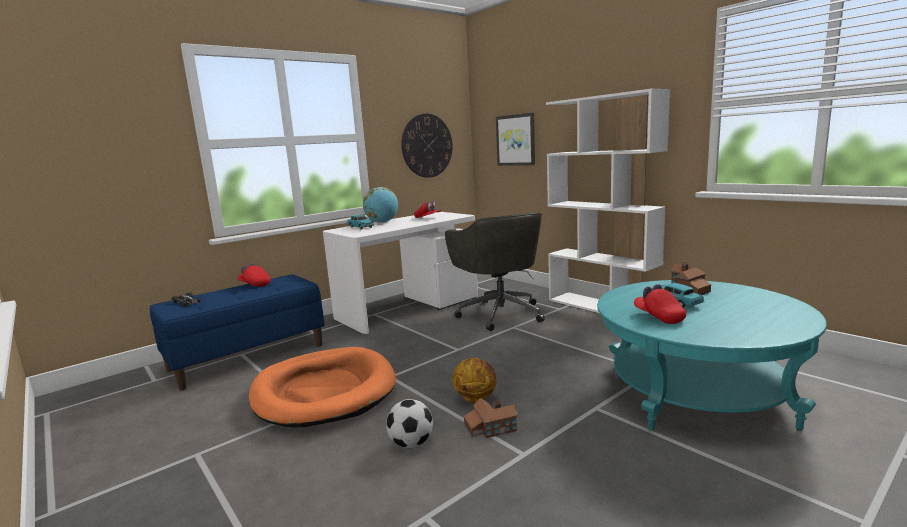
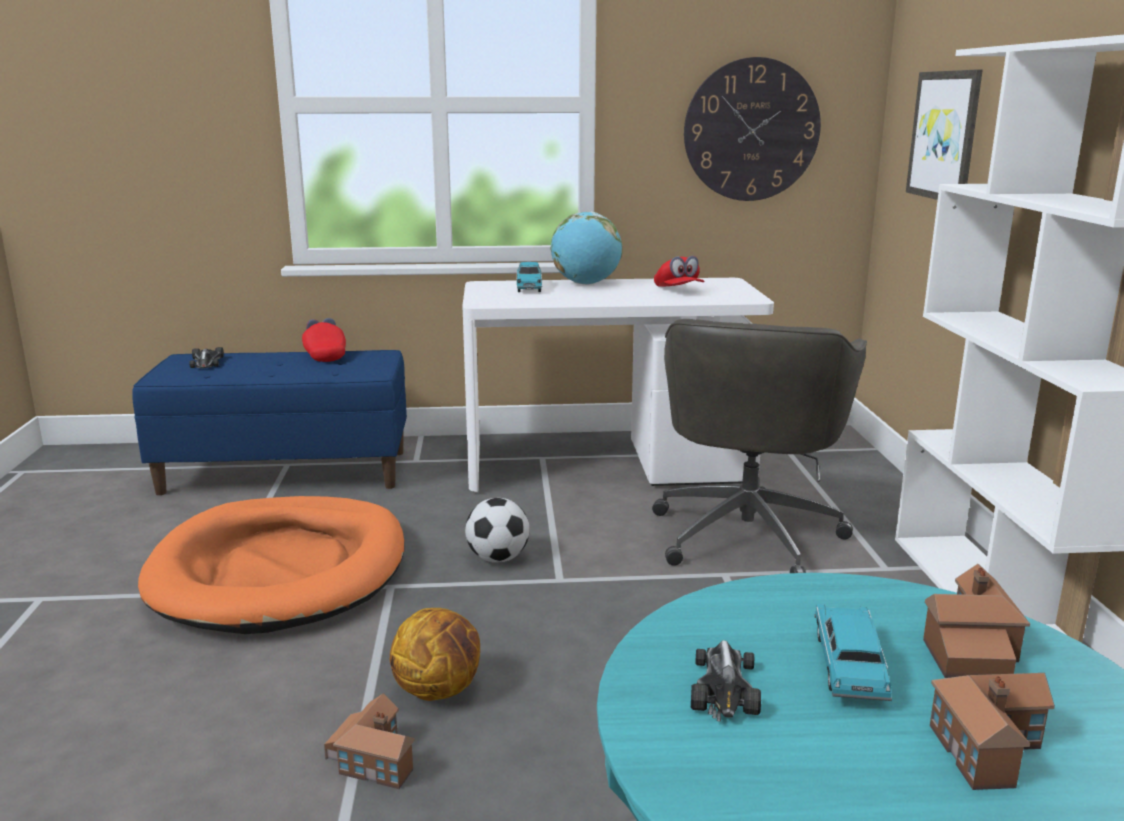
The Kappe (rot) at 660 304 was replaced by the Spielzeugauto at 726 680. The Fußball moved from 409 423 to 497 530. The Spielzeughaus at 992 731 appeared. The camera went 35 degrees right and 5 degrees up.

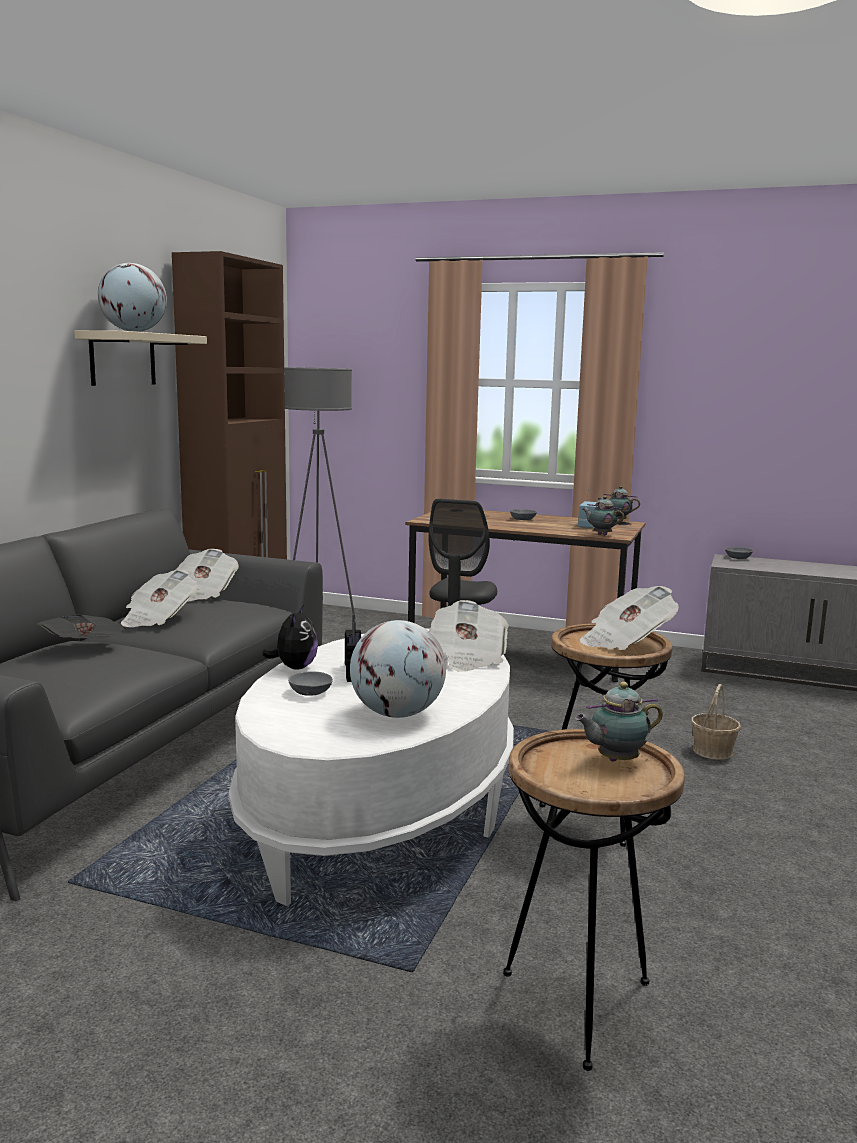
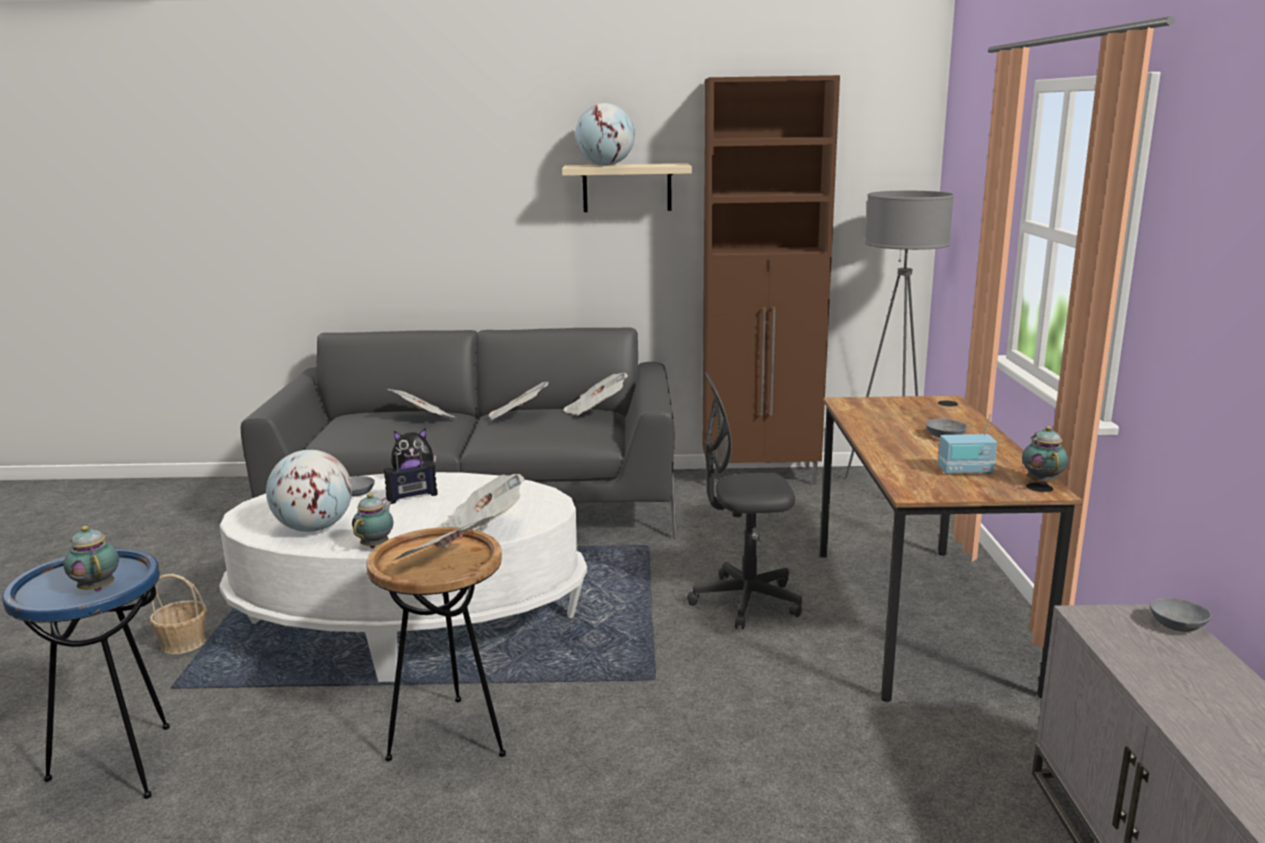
The Teekanne moved from 603 515 to 372 520. The Korb moved from 716 722 to 178 614. The Beistelltisch (braun) at 594 900 became the Beistelltisch (blau) at 86 674. The camera went 70 degrees right and 5 degrees up.

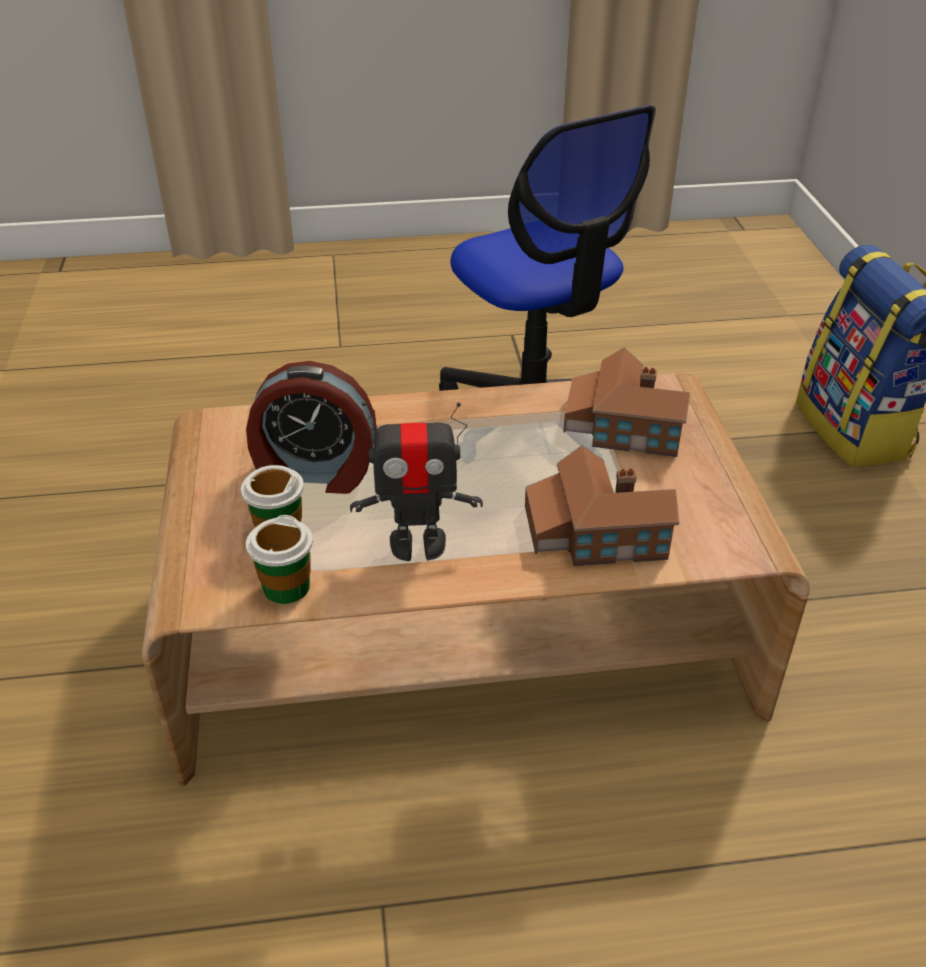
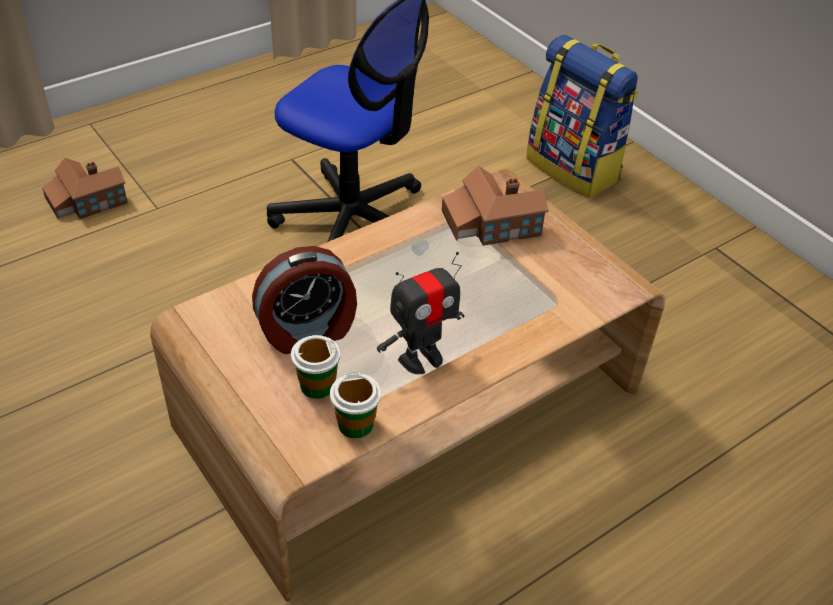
The Spielzeughaus moved from 602 505 to 85 188. The camera went 30 degrees left and 5 degrees up.

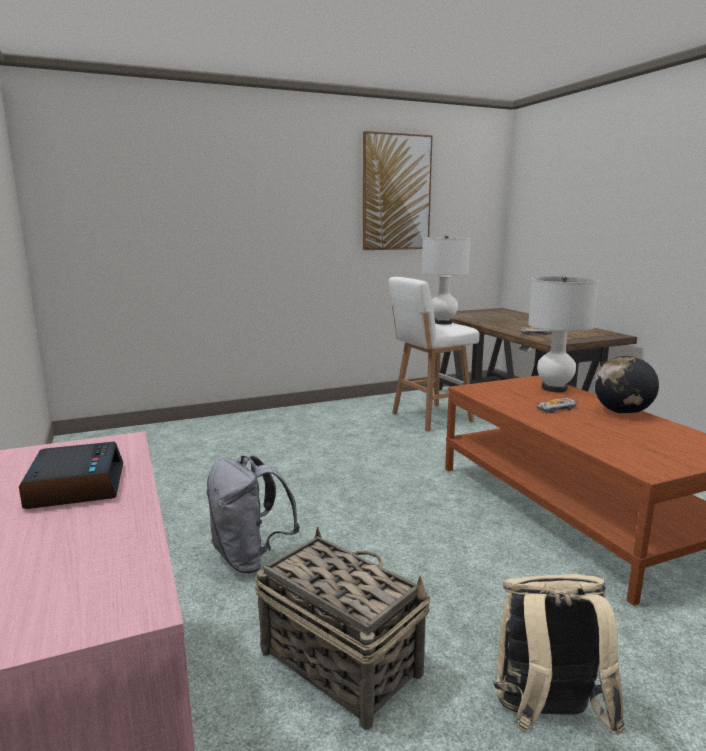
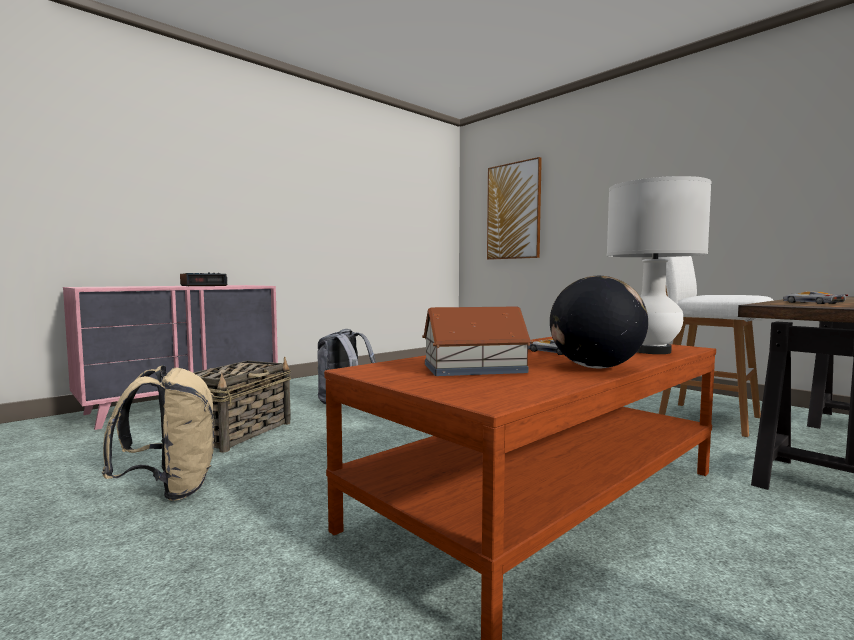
The Bild moved from 398 190 to 514 208. The Tischlampe (weiß) at 446 279 disappeared. The Spielzeughaus at 477 341 appeared. The camera went 70 degrees right and 10 degrees down.

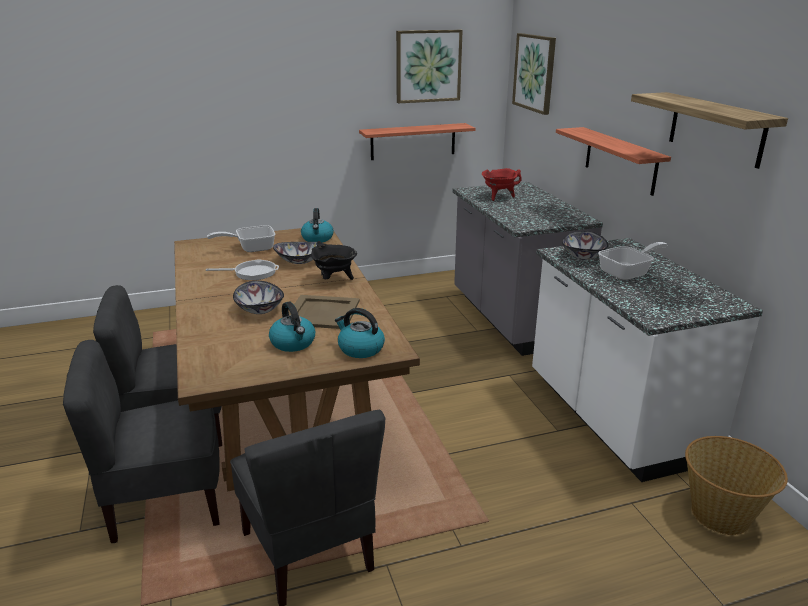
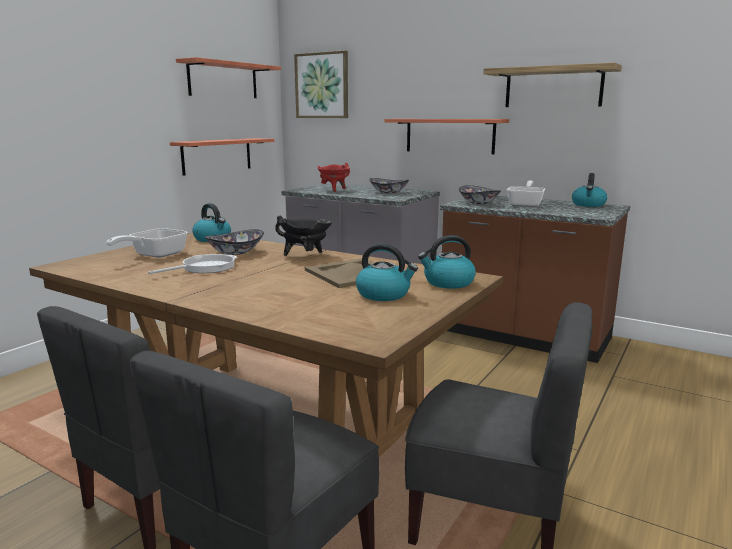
The Bild at 429 66 was replaced by the Wandregal at 228 77. The Küchenzeile (weiß) at 647 360 became the Küchenzeile (braun) at 535 279. The Schüssel moved from 258 297 to 389 185. The Korb at 736 485 disappeared. The Wasserkessel at 589 190 appeared. The camera went 40 degrees left and 10 degrees down.

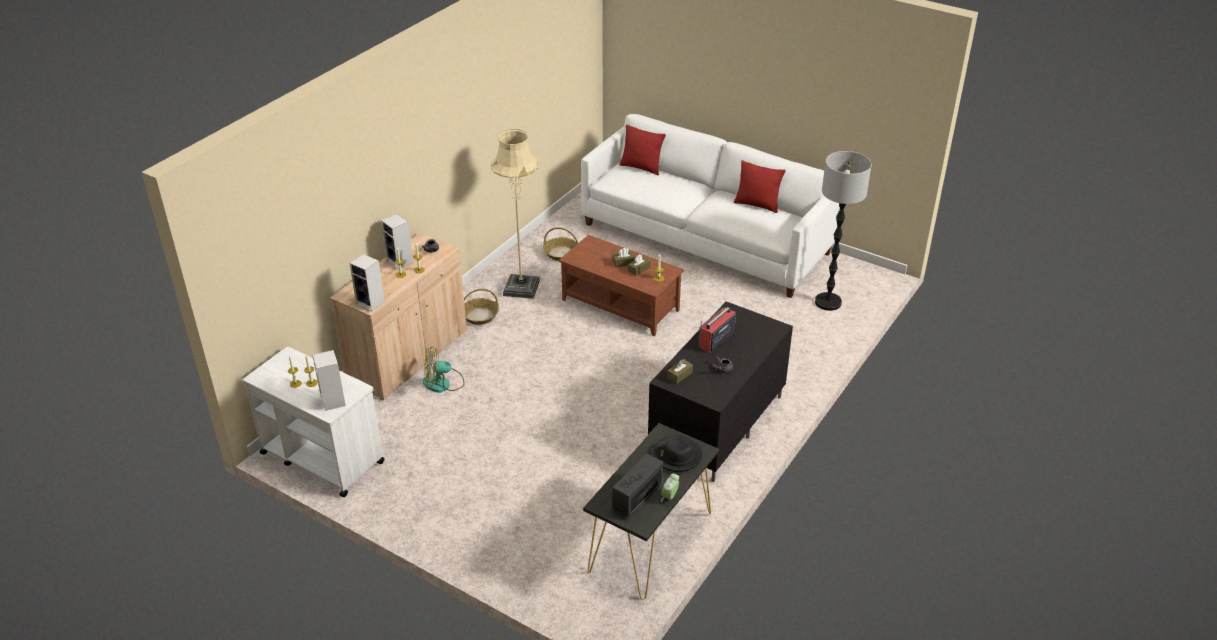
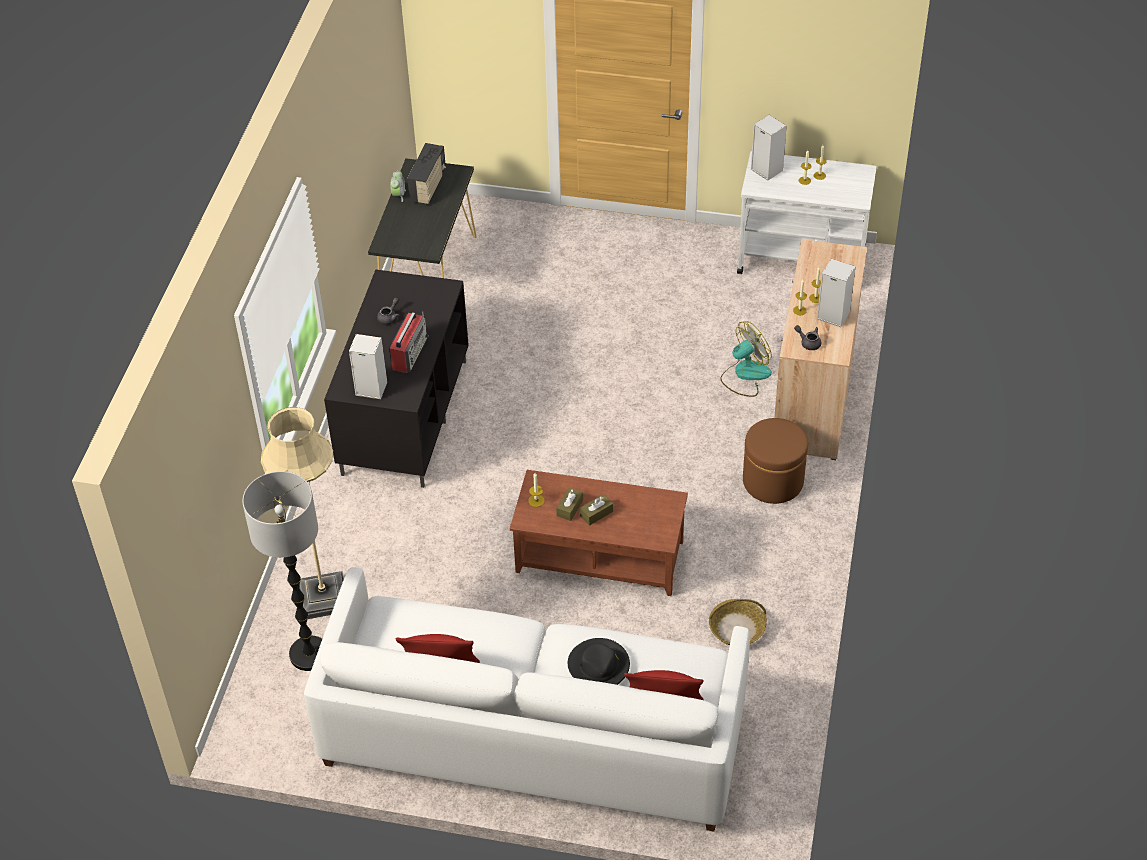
The Stehlampe (beige) moved from 515 214 to 302 513. The Lautsprecher moved from 367 283 to 368 366. The Korb at 481 307 was replaced by the Polsterhocker (braun) at 775 461. The Taschentuchbox (braun) at 680 371 disappeared. The Hut (schwarz) moved from 678 453 to 599 661. The camera went 160 degrees right and 10 degrees up.

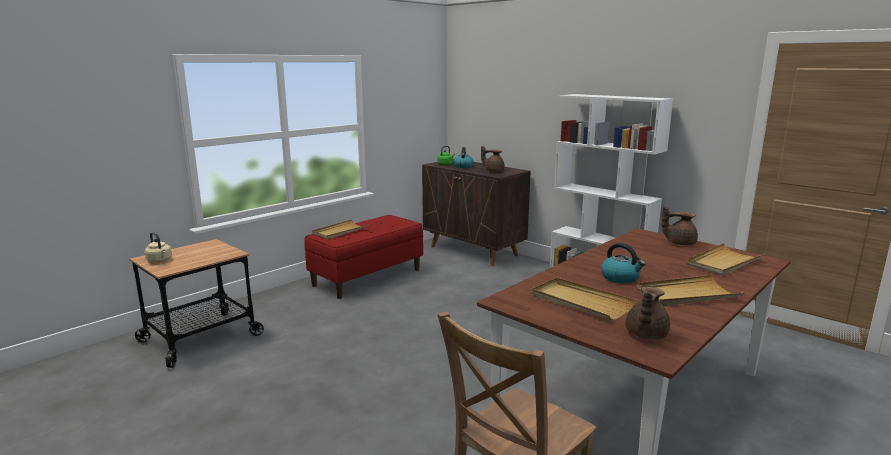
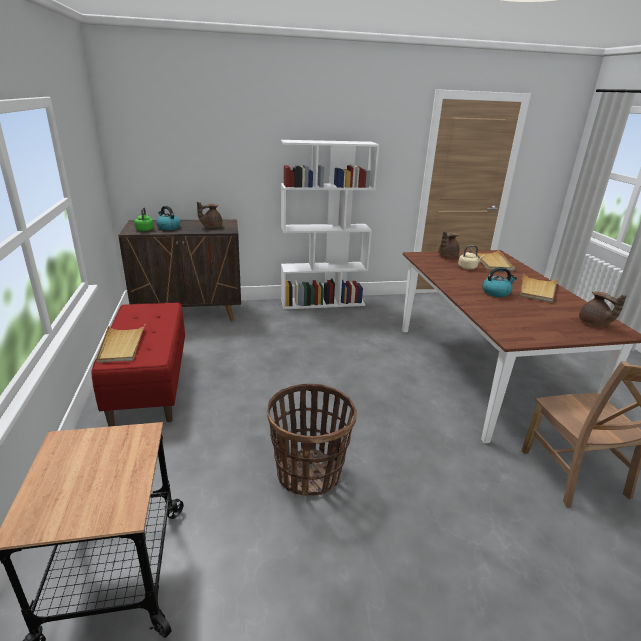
The Wasserkessel (beige) moved from 158 247 to 471 257. The Tablett (beige) at 584 299 disappeared. The Korb at 312 440 appeared. The camera went 55 degrees left and 10 degrees up.

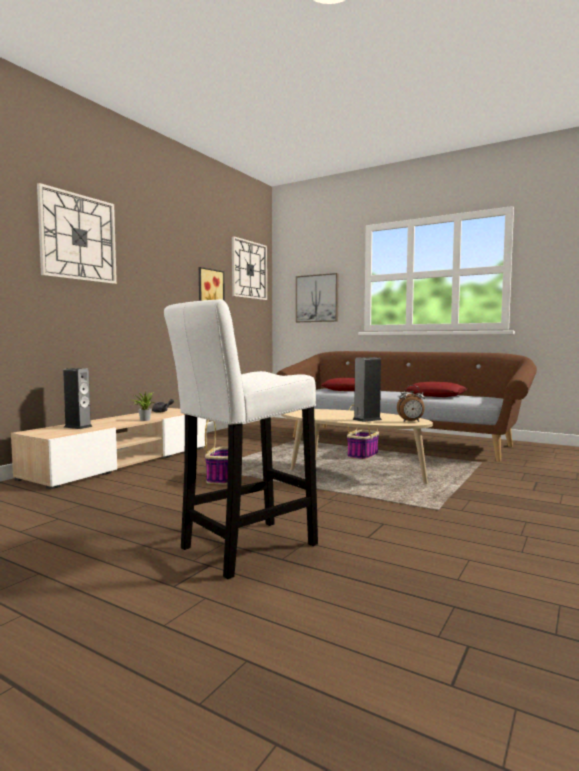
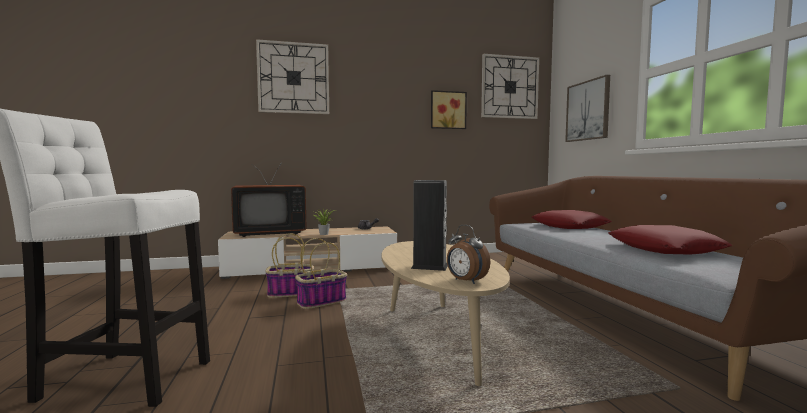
The Lautsprecher at 78 398 was replaced by the Fernseher at 269 199. The Korb moved from 363 432 to 289 265. The camera went 45 degrees right and 0 degrees up.

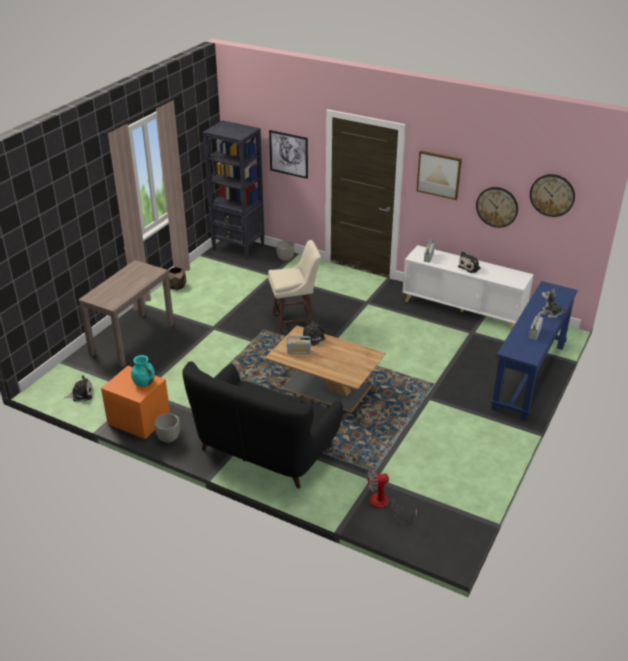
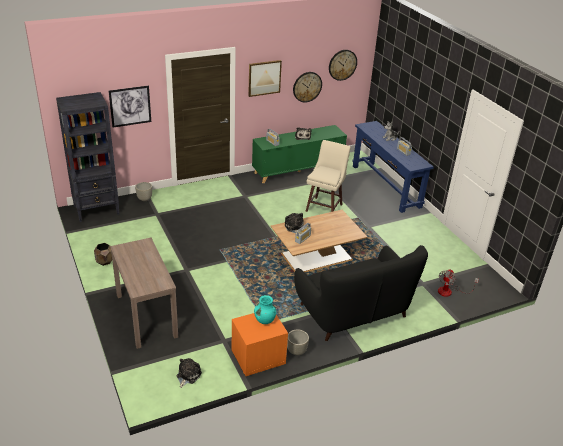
The Hocker (beige) moved from 294 286 to 328 176. The Schrank (weiß) at 468 287 became the Schrank (grün) at 299 154. The camera went 55 degrees left and 0 degrees up.

